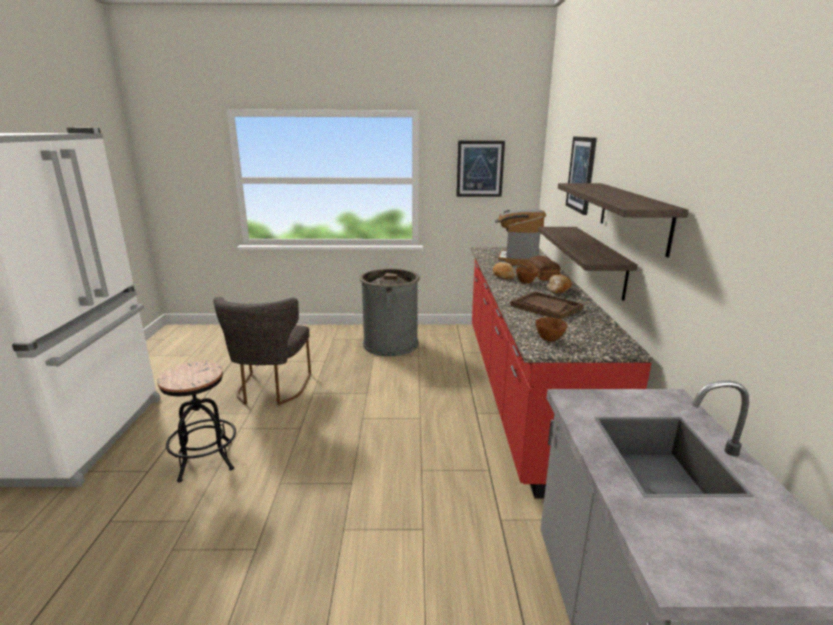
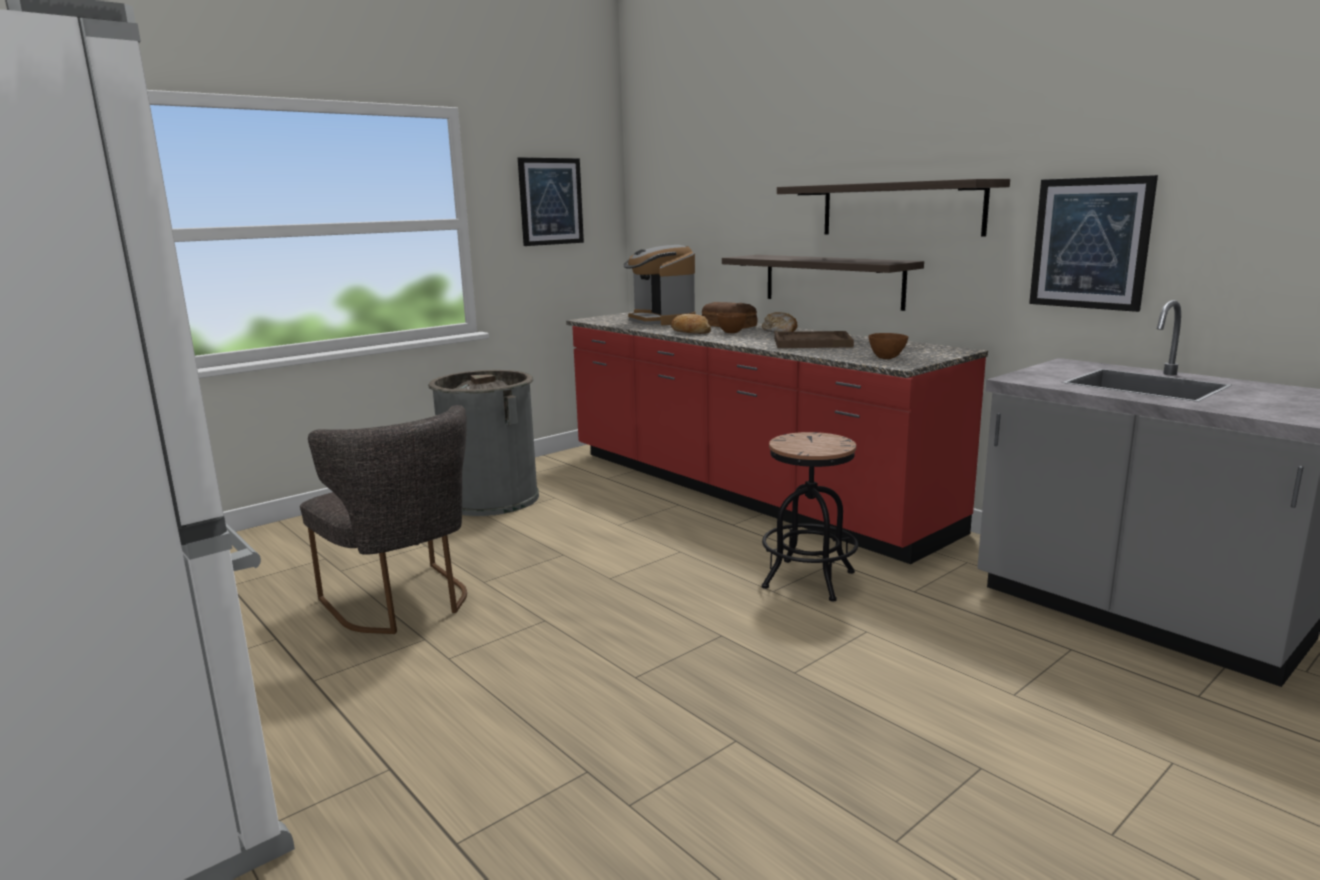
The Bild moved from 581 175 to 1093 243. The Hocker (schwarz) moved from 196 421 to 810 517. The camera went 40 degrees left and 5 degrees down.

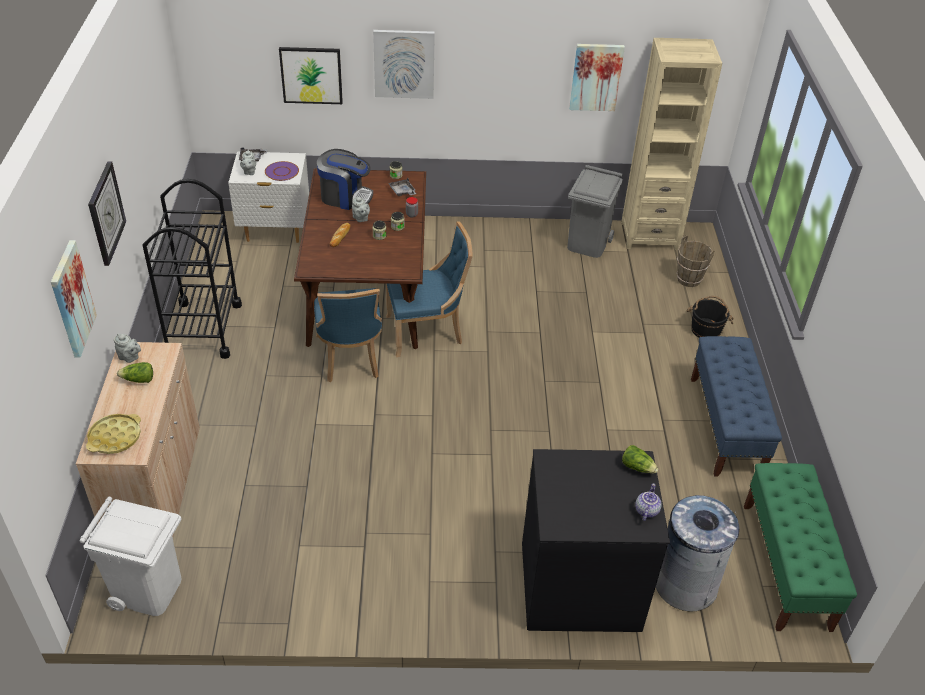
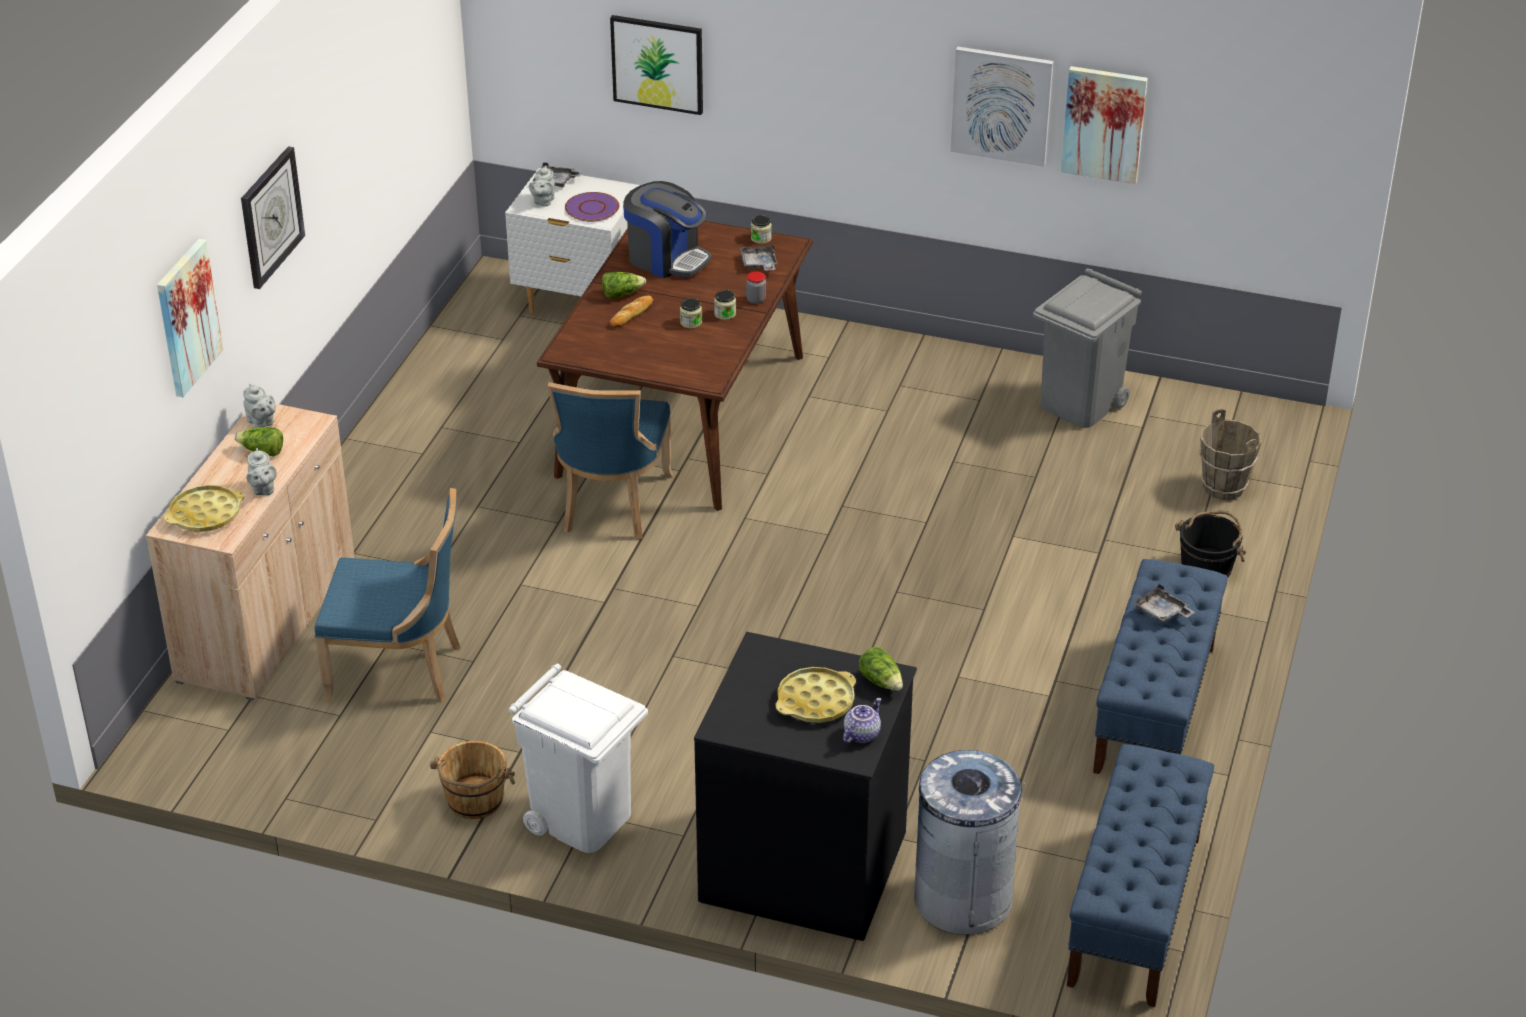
The Bild moved from 404 64 to 1002 107. The Bücherregal (beige) at 671 144 disappeared. The Rollwagen (schwarz) at 192 269 disappeared. The Teekanne (grau) moved from 361 209 to 261 471. The Stuhl (blau) moved from 429 289 to 387 595. The Bank (grün) at 800 547 became the Bank (blau) at 1140 875. The Mülleimer (weiß) moved from 131 556 to 578 758. The Salatkopf at 623 285 appeared. The Tablett (grau) at 1163 603 appeared. The Tablett (gelb) at 815 695 appeared. The Eimer (braun) at 472 780 appeared. The camera went 20 degrees right and 5 degrees down.

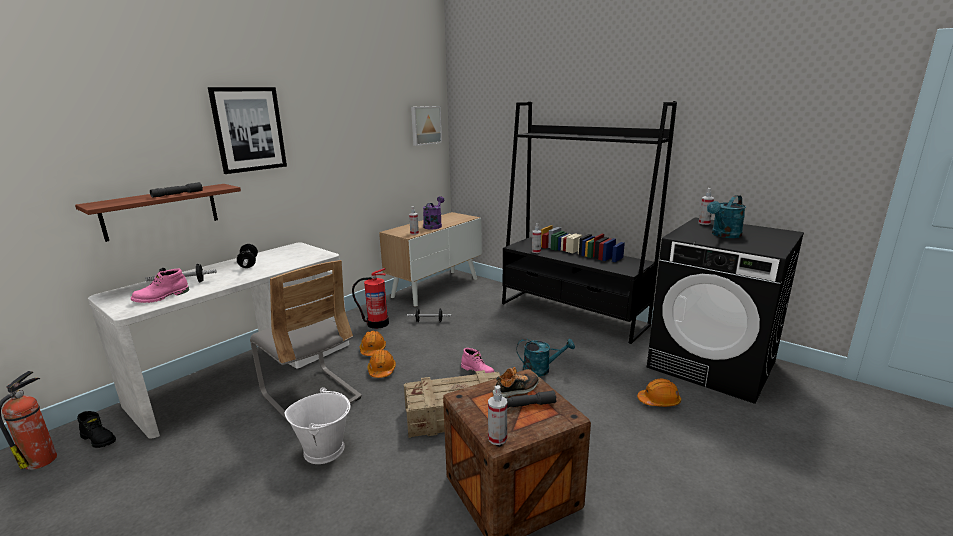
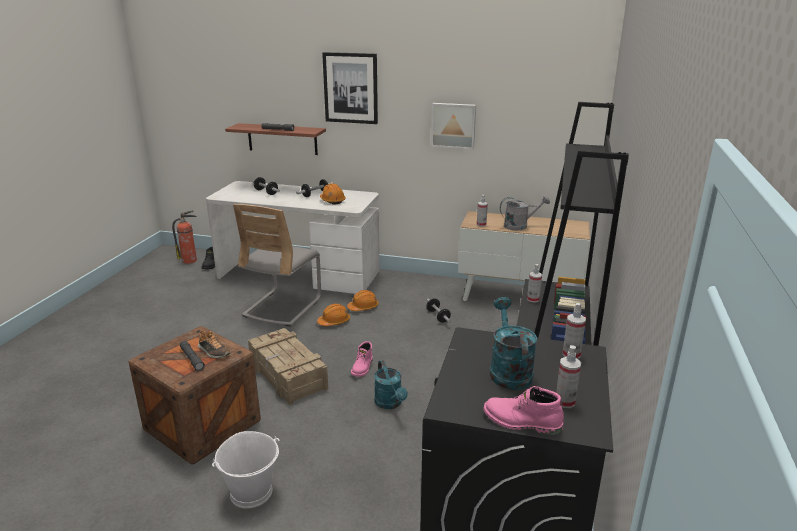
The Bild moved from 426 126 to 453 126. The Gießkanne (türkis) at 726 216 turned 60 degrees clockwise. The Gießkanne (lila) at 434 213 became the Gießkanne (grau) at 525 212. The Feuerlöscher at 370 298 disappeared. The Stiefel (rosa) moved from 160 286 to 524 410. The Schutzhelm (orange) moved from 659 393 to 333 193. The Sprühflasche moved from 497 415 to 568 376. The Eimer (weiß) moved from 317 425 to 246 469. The camera went 65 degrees right and 5 degrees up.

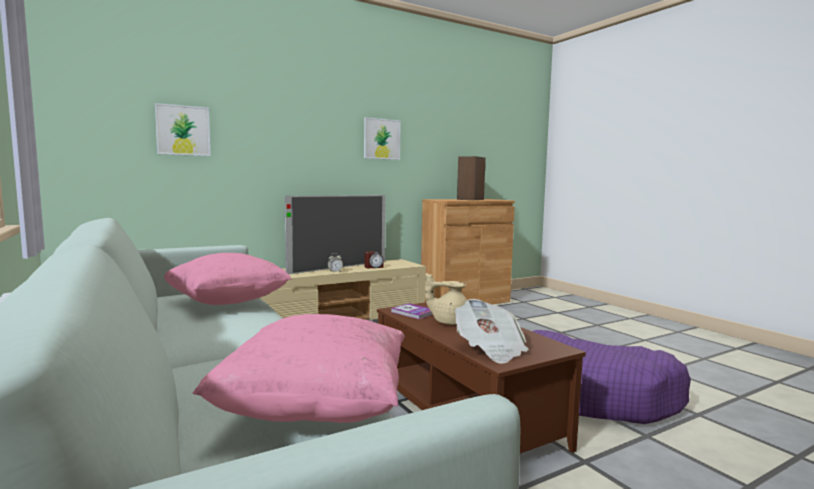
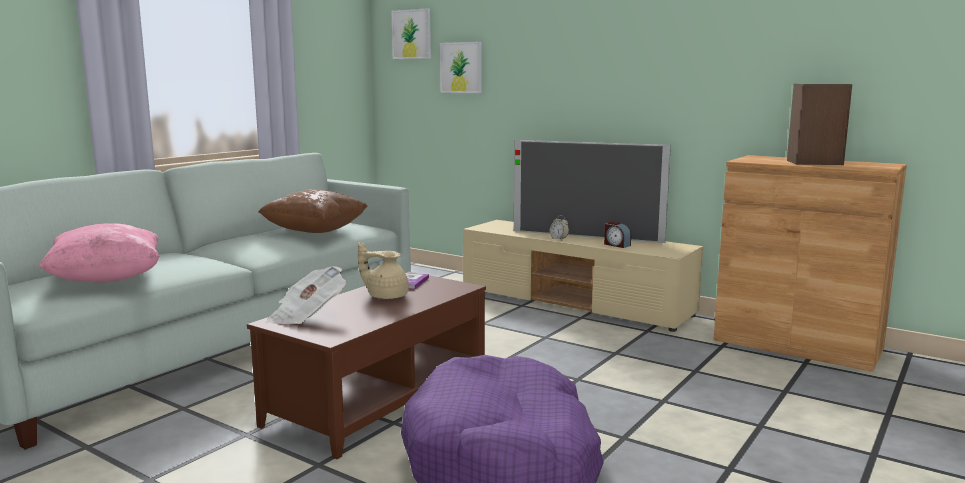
The Bild moved from 382 138 to 411 34. The Kissen (rosa) at 228 279 became the Kissen (braun) at 313 211. The Teekanne (beige) at 446 299 turned 60 degrees counterclockwise. The camera went 65 degrees right and 5 degrees up.

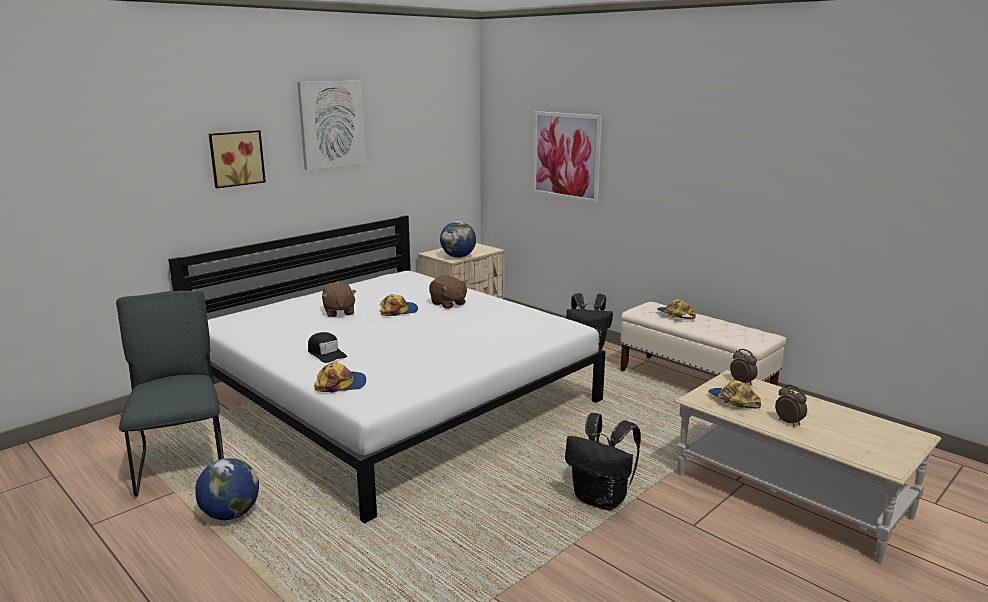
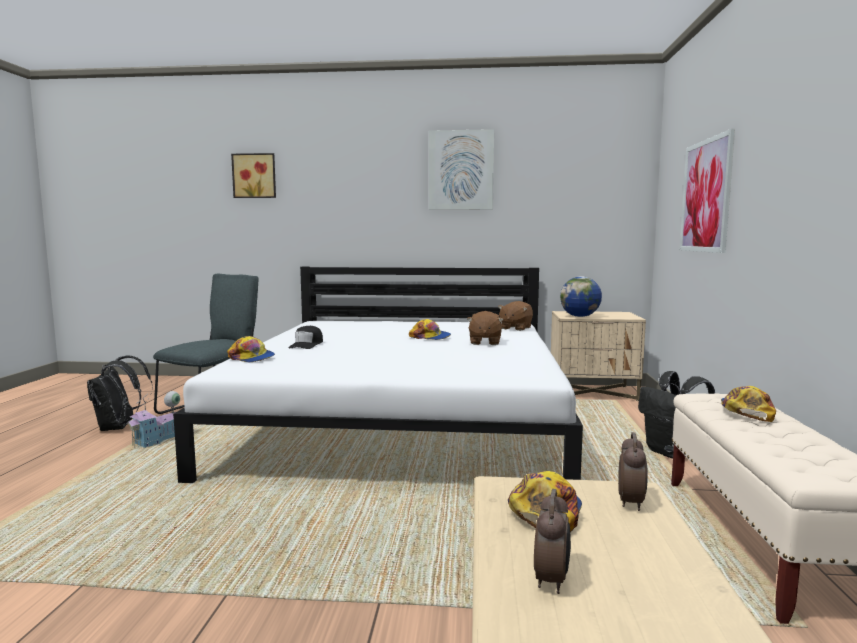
The Bild moved from 237 159 to 253 175. The Plüschtier (braun) moved from 339 299 to 515 316. The Rucksack (schwarz) moved from 603 461 to 120 393. The Globus at 227 489 was replaced by the Spielzeughaus at 153 419. The camera went 50 degrees right and 10 degrees down.

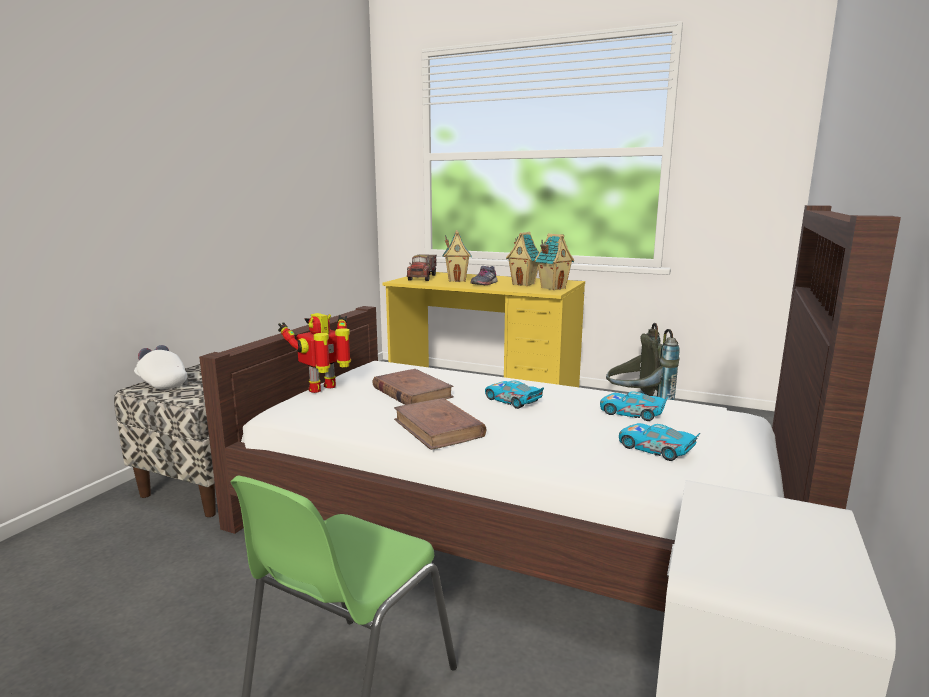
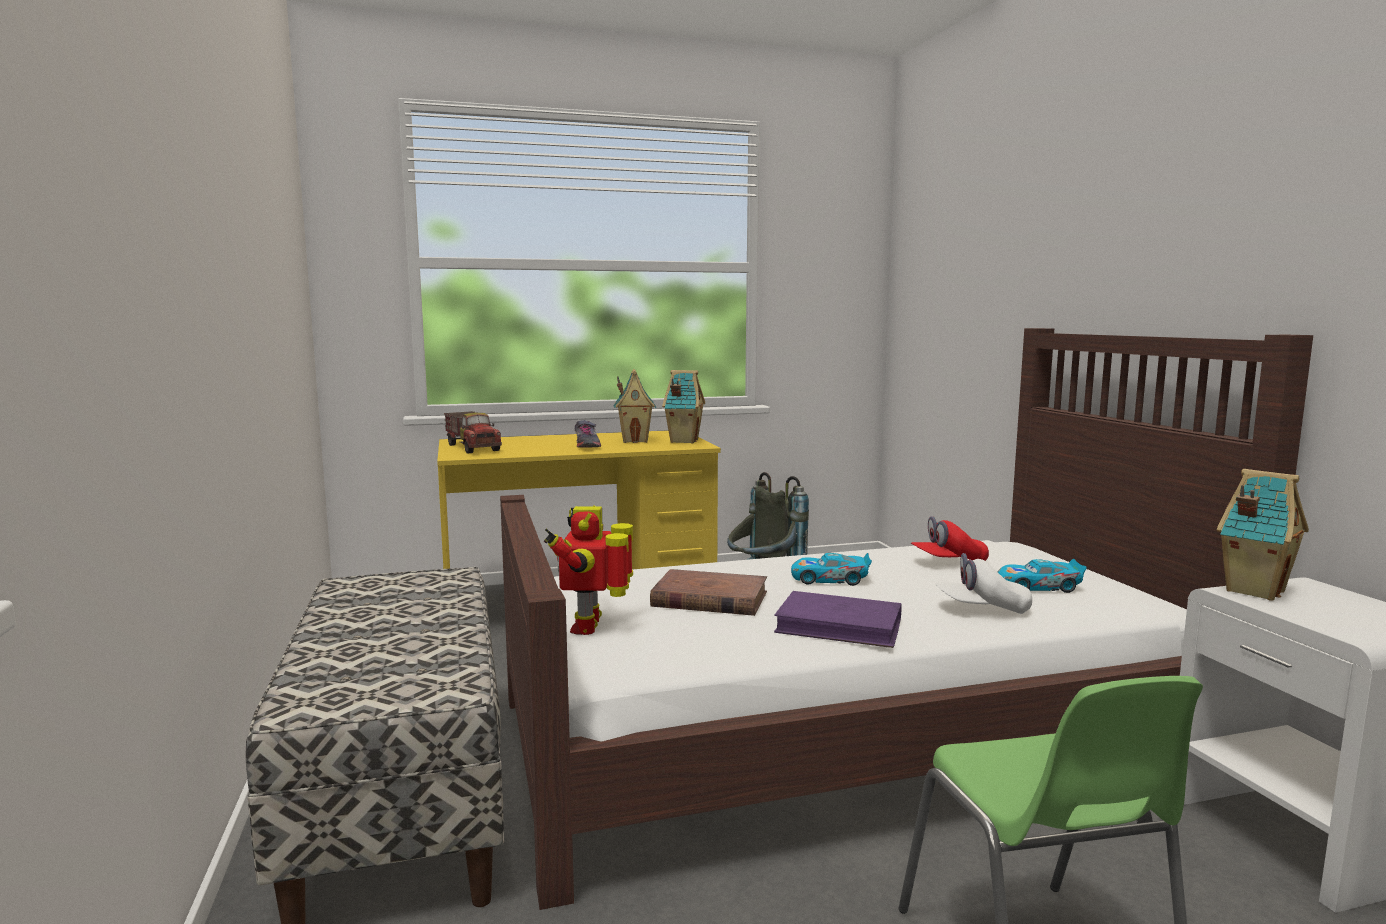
The Spielzeughaus moved from 457 256 to 1263 535. The Kappe (weiß) moved from 160 367 to 983 583. The Spielzeugauto at 634 406 was replaced by the Kappe (rot) at 949 538. The Buch (braun) at 440 424 became the Buch (lila) at 838 619. The camera went 40 degrees left and 5 degrees down.

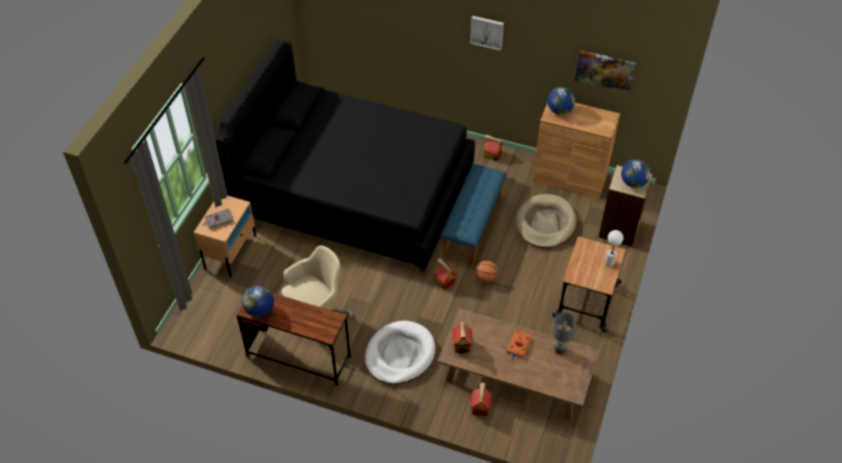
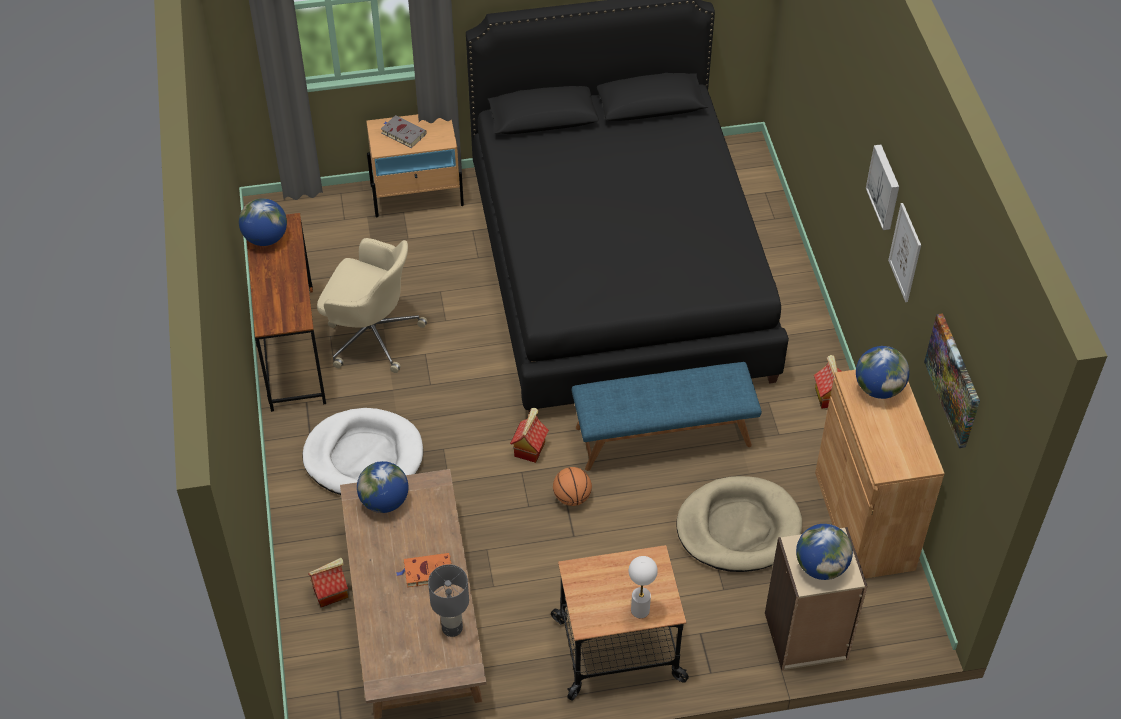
The Spielzeughaus at 462 336 was replaced by the Globus at 382 487. The Bild at 904 252 appeared. The camera went 60 degrees right and 0 degrees up.

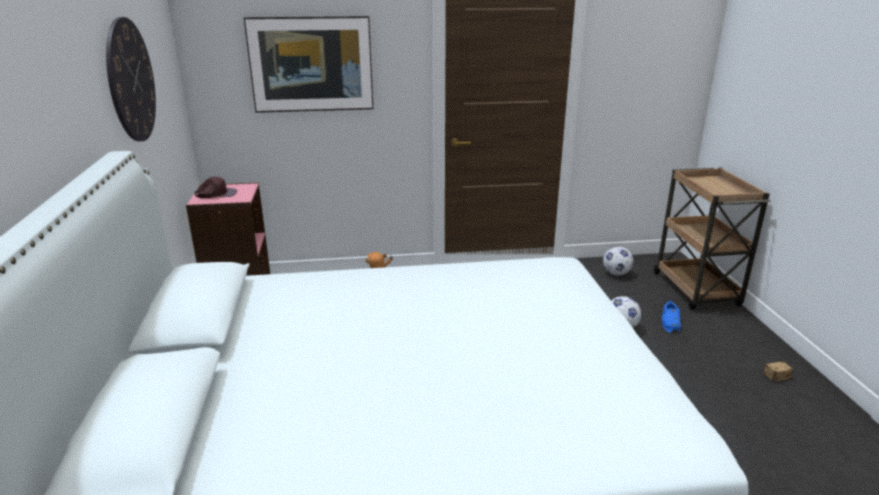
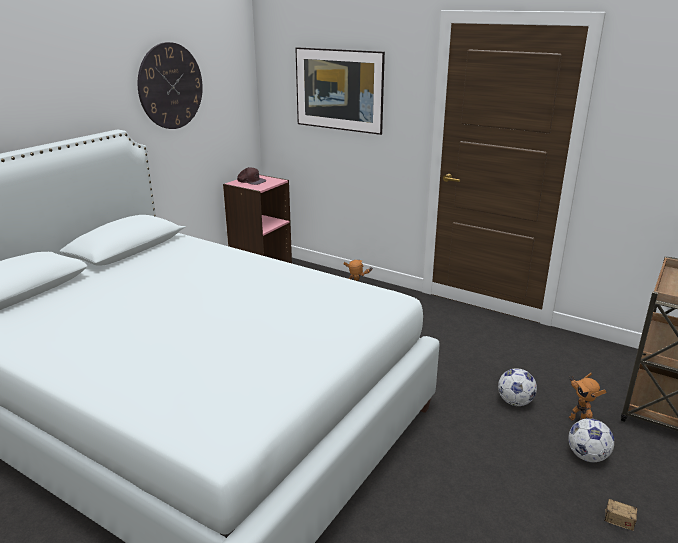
The Fußball moved from 618 261 to 591 440. The Schuh (blau) at 671 316 was replaced by the Spielzeugroboter at 588 397. The camera went 40 degrees right and 0 degrees up.

